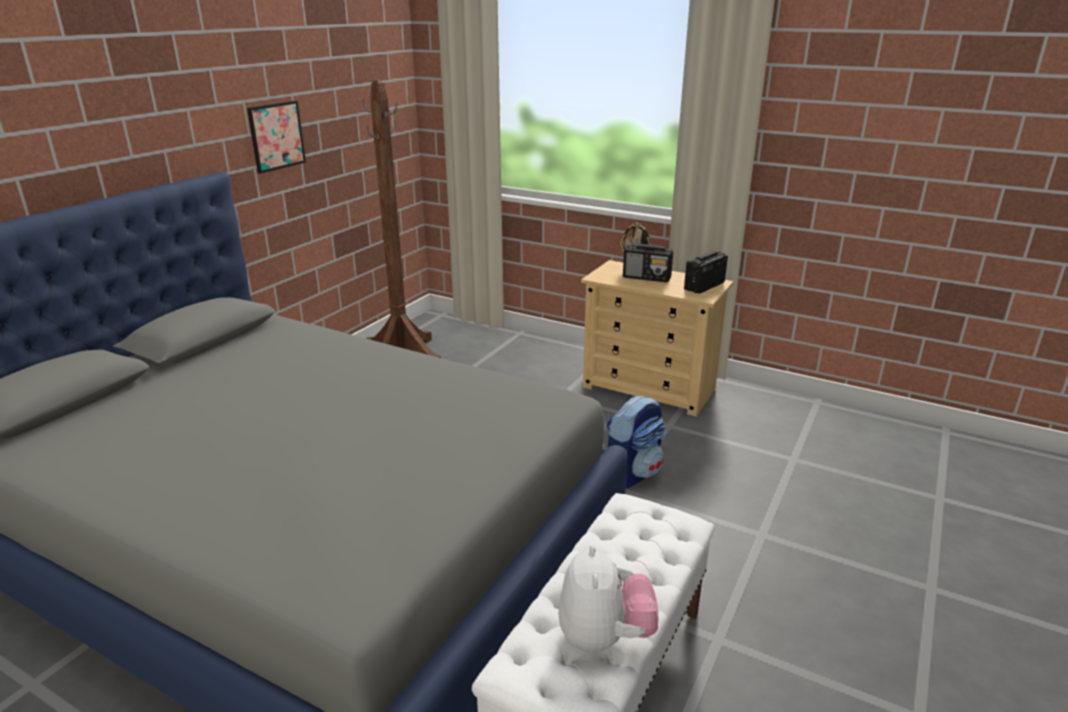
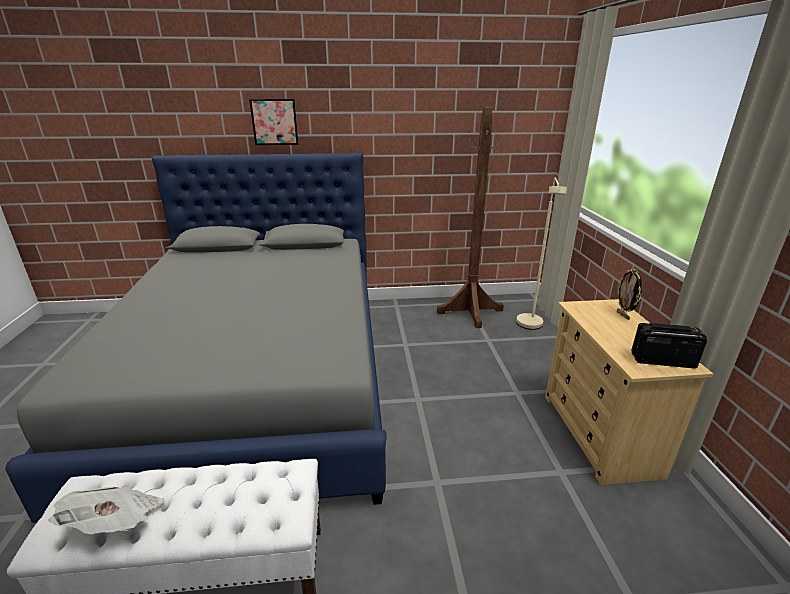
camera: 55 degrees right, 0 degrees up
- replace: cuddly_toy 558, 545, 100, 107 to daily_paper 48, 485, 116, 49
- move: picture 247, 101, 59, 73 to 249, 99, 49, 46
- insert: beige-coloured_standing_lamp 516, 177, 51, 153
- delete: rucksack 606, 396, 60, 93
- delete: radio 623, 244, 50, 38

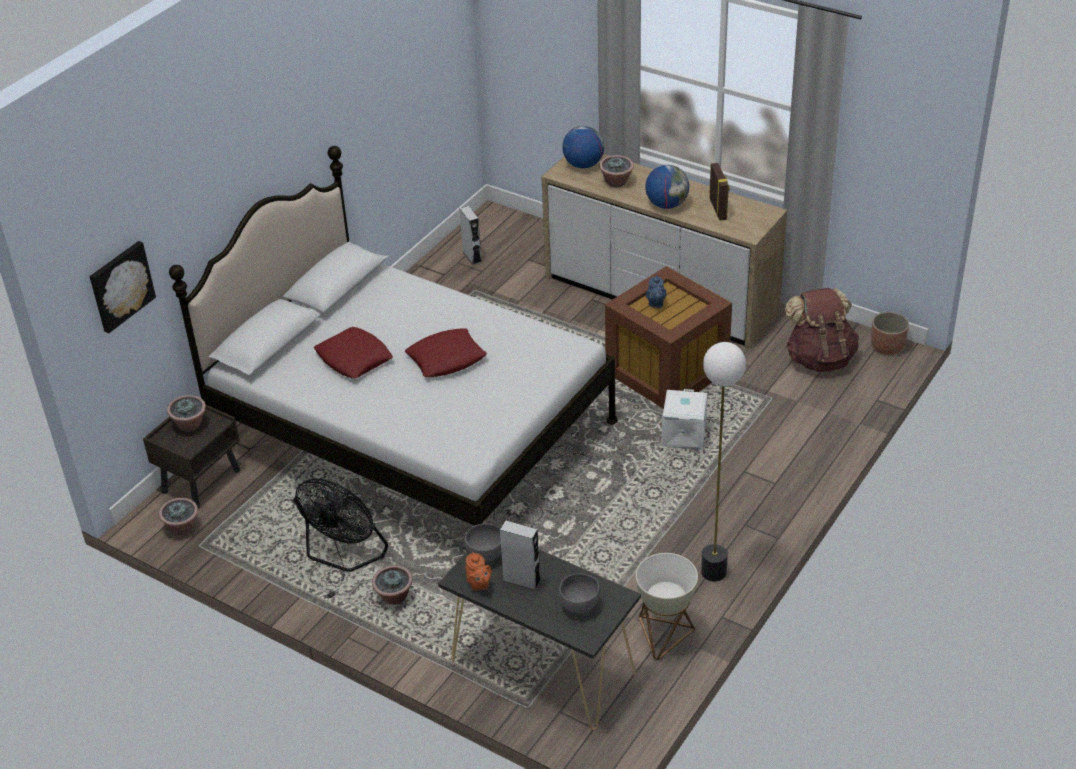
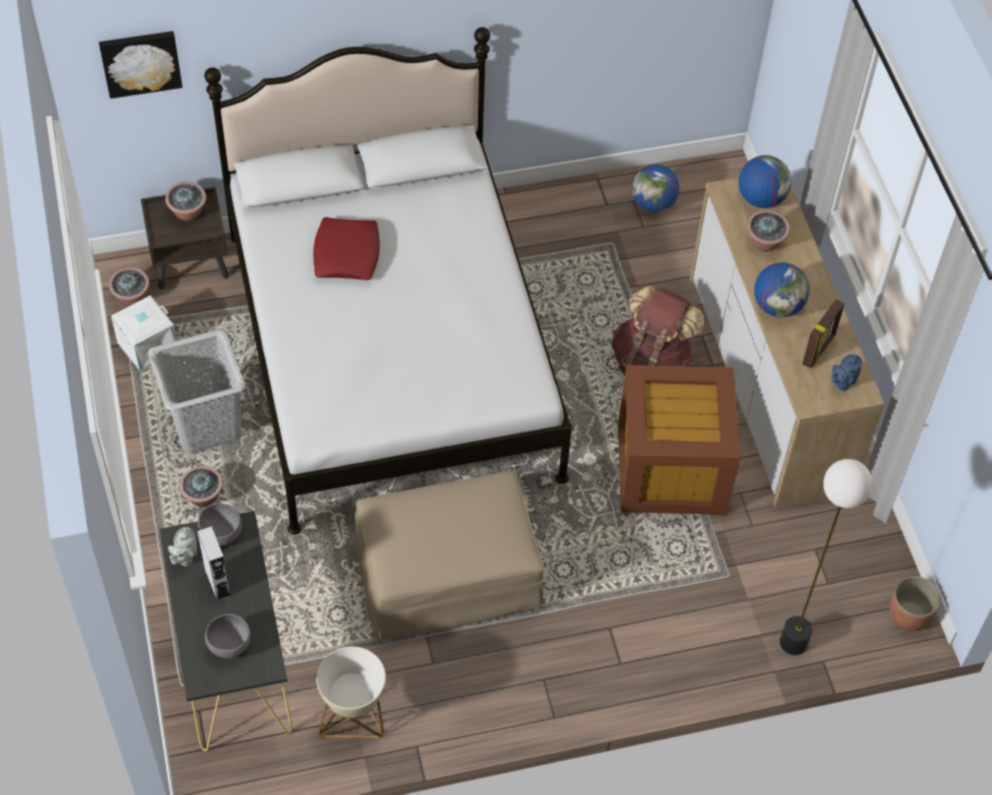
camera: 40 degrees right, 15 degrees up
- move: white-coloured_storage_container 662, 389, 45, 61 to 111, 295, 66, 76
- replace: blackish_fan 293, 479, 95, 119 to greyish_hamper 148, 329, 97, 125
- recolor: orange_pot_for_tea 465, 552, 27, 39 to greyish_pot_for_tea 168, 527, 29, 40
- insert: beige-coloured_footrest 355, 471, 189, 170
- move: brown-coloured_rucksack 785, 288, 74, 84 to 611, 285, 93, 89
- replace: greyish_speaker 459, 206, 23, 59 to desk_globe 632, 164, 48, 48
- move: standing_lamp 701, 342, 45, 240 to 780, 459, 93, 196
- move: blue_pot_for_tea 646, 275, 21, 33 to 832, 354, 30, 37
- delete: reddish_throw_pillow 405, 328, 82, 49

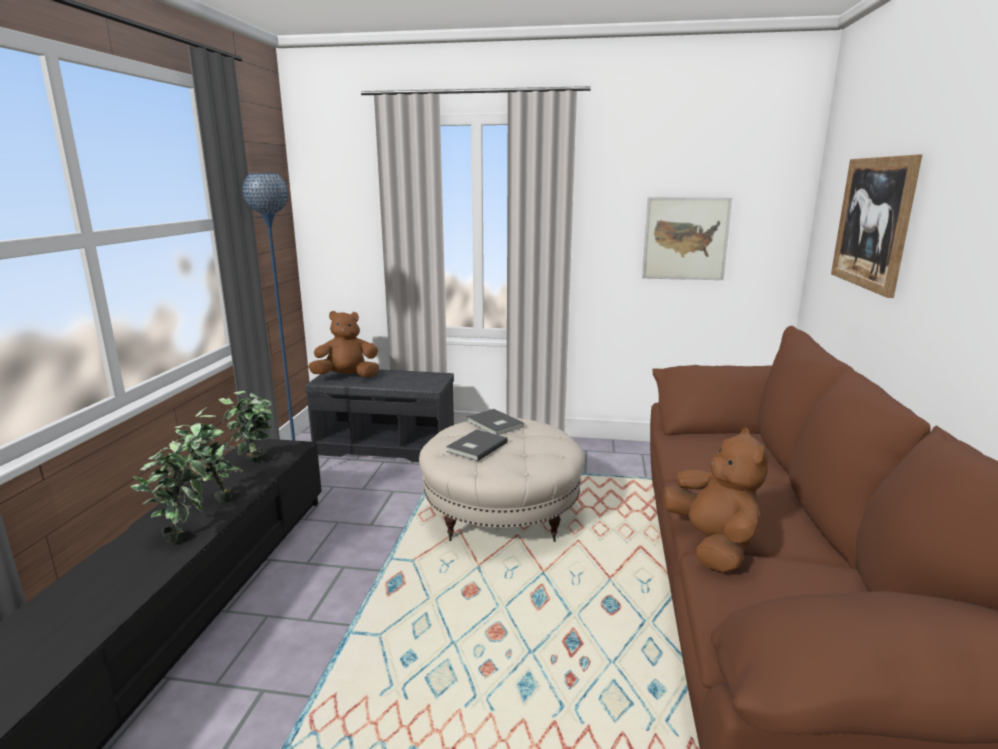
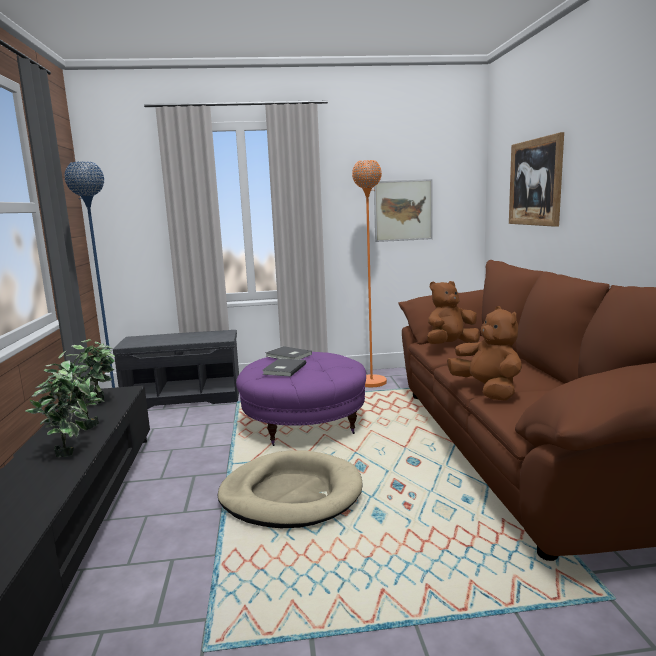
camera: 15 degrees left, 5 degrees down
- insert: beige-coloured_dog_bed 217, 451, 146, 77
- recolor: beige-coloured_footrest 419, 418, 166, 124 to purplish_footrest 236, 352, 130, 94
- insert: orange_standing_lamp 352, 160, 35, 227
- move: brown-coloured_cuddly_toy 308, 311, 71, 66 to 427, 281, 53, 63

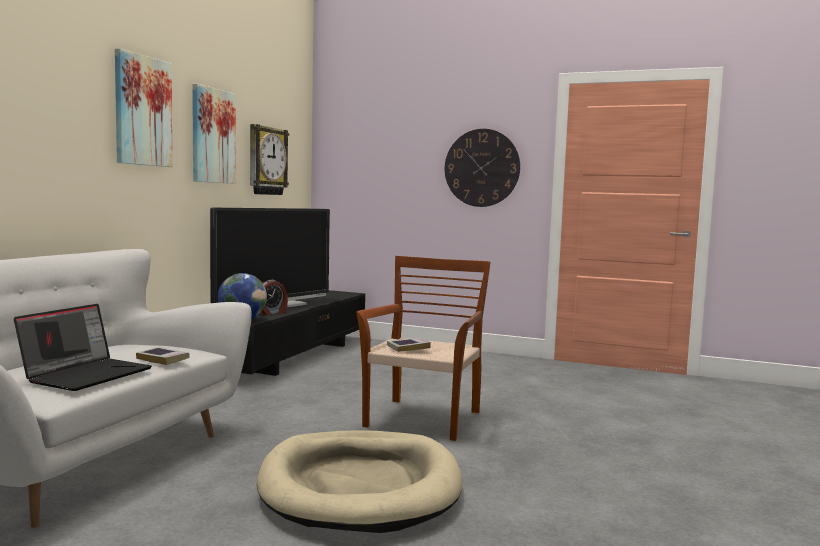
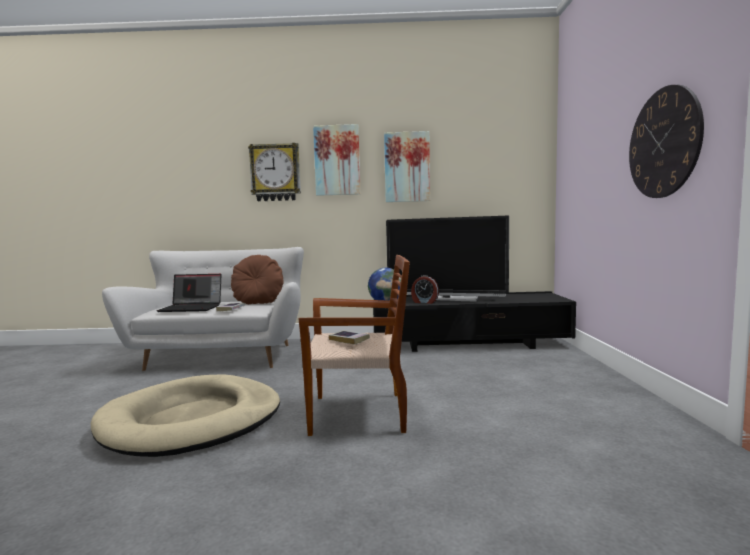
camera: 70 degrees right, 0 degrees up
- insert: brown-coloured_throw_pillow 231, 255, 53, 49
- move: wall_clock 250, 124, 39, 71 to 248, 143, 53, 58

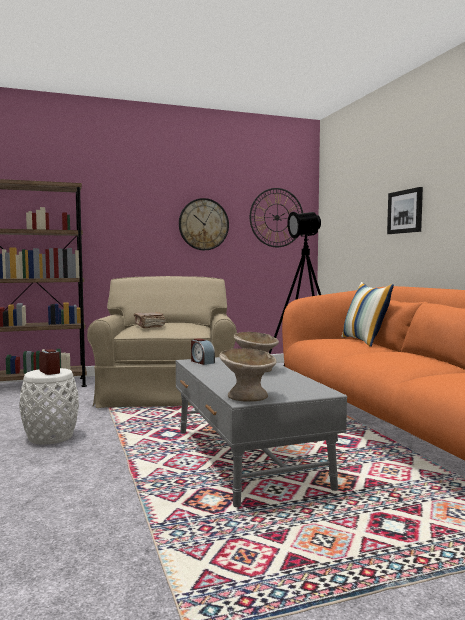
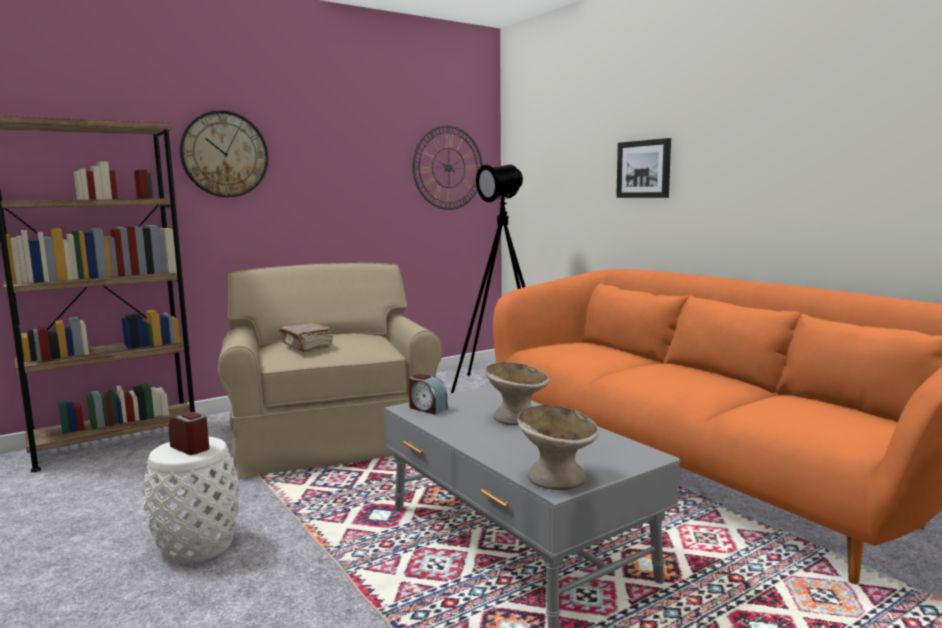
camera: 15 degrees left, 5 degrees up
- move: wall_clock 179, 198, 50, 52 to 180, 110, 88, 87
- delete: throw_pillow 341, 282, 53, 65

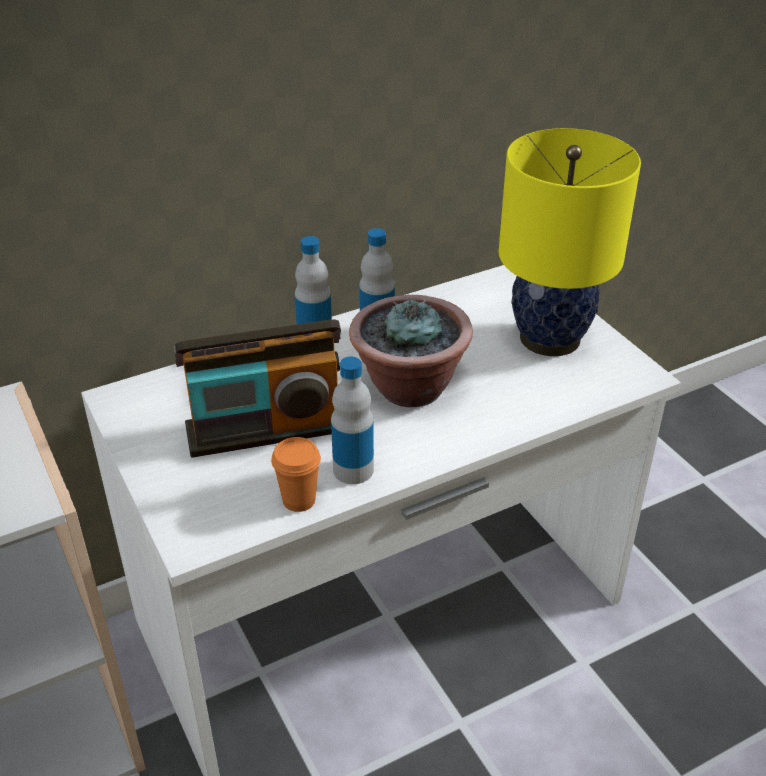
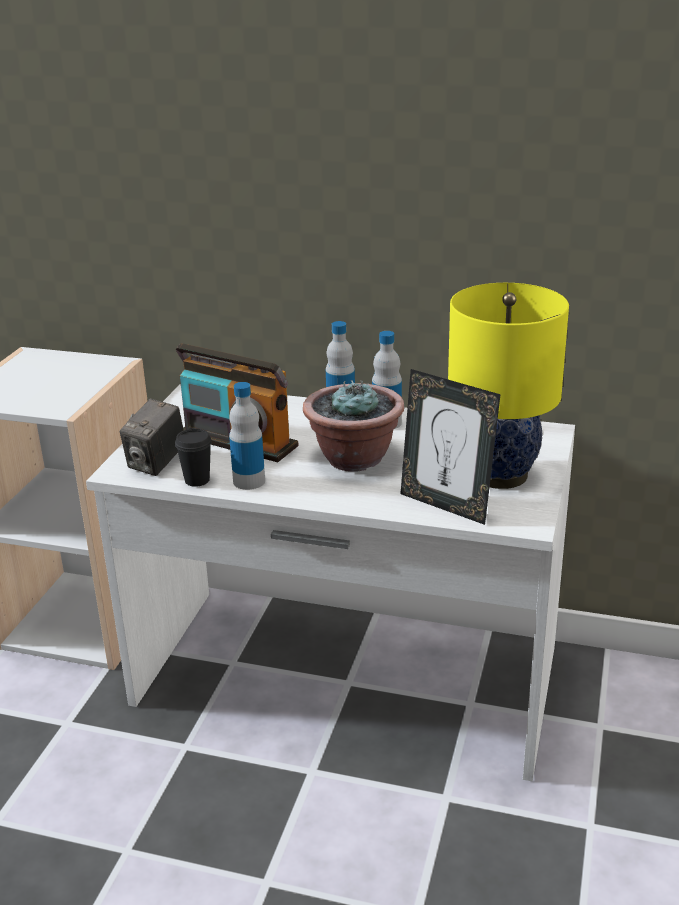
camera: 45 degrees right, 10 degrees down
- insert: still_camera 120, 399, 64, 77
- recolor: orange_small_cup 271, 437, 50, 75 to blackish_small_cup 175, 428, 37, 59
- insert: standing_frame 400, 369, 101, 156

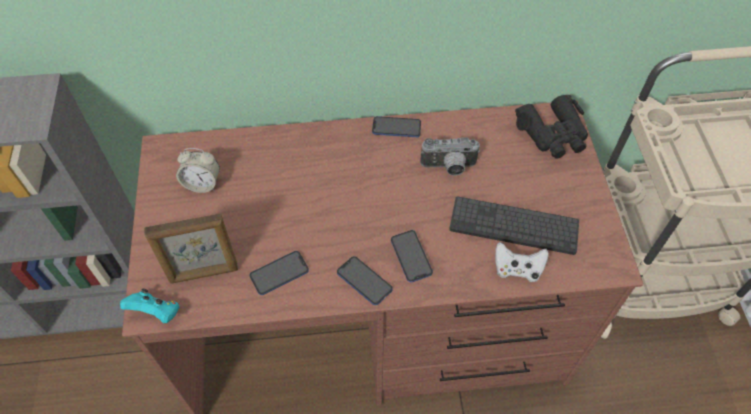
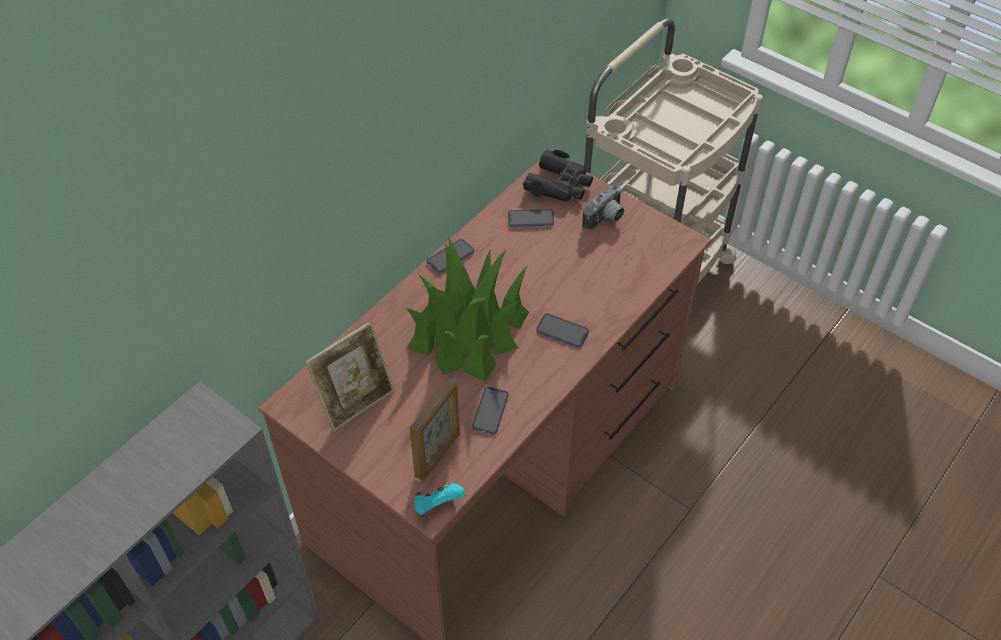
camera: 45 degrees left, 5 degrees down
- replace: table_clock 176, 148, 44, 45 to standing_frame 306, 321, 89, 110
- insert: plant_in_a_pot 404, 237, 125, 145
- move: telephone 337, 256, 56, 49 to 508, 209, 46, 18
- move: still_camera 420, 138, 60, 38 to 582, 184, 42, 47
- delete: keyboard 449, 197, 130, 58
- delete: white-coloured_joypad 495, 242, 53, 40

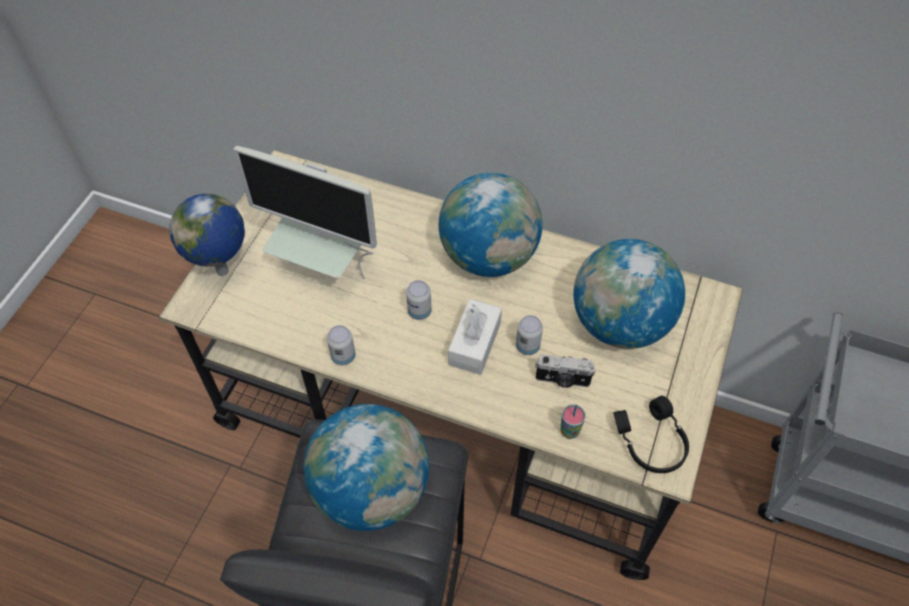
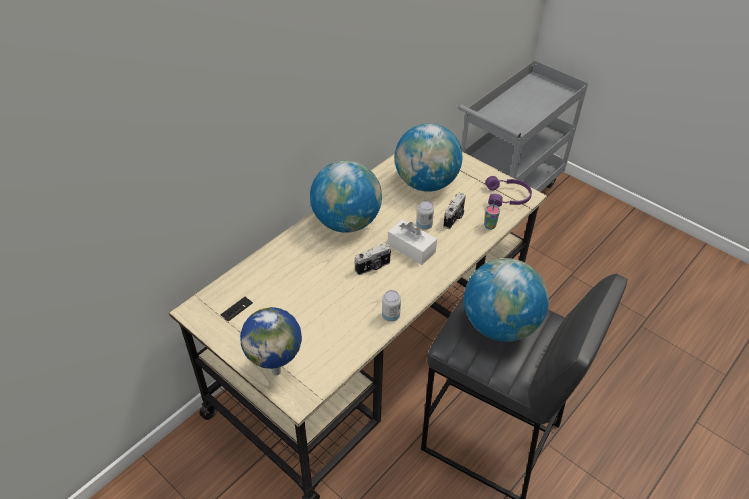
camera: 70 degrees left, 10 degrees down
- replace: can 406, 280, 26, 40 to still_camera 355, 243, 36, 32
- recolor: blackish_pair_of_headphones 613, 396, 76, 77 to purplish_pair_of_headphones 485, 176, 47, 31
- delete: monitor 233, 146, 144, 133

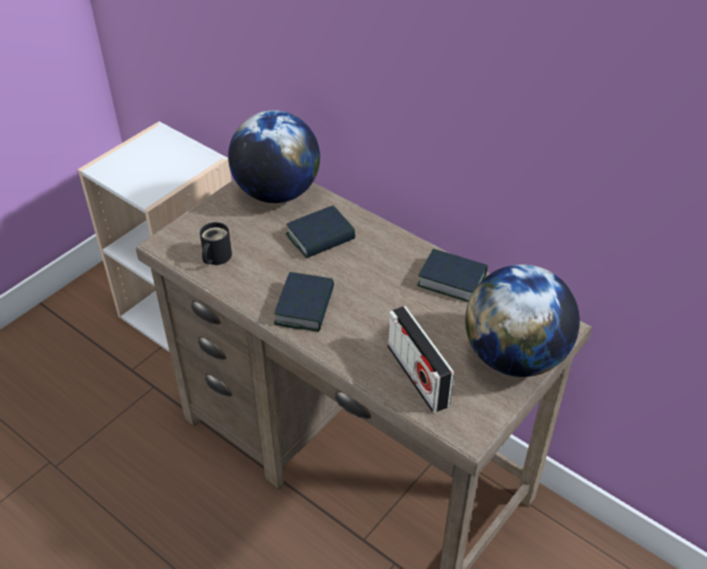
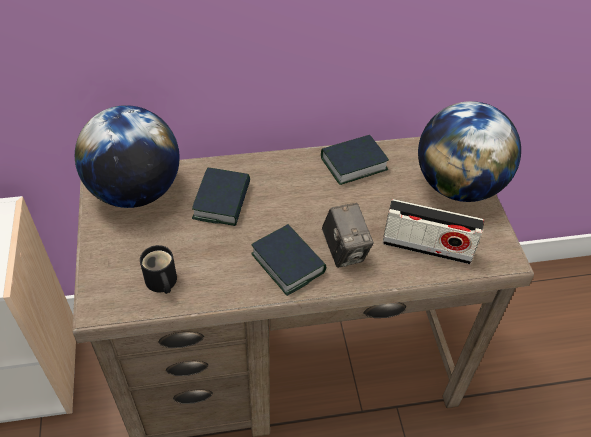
camera: 50 degrees left, 5 degrees up
- insert: still_camera 322, 203, 52, 65

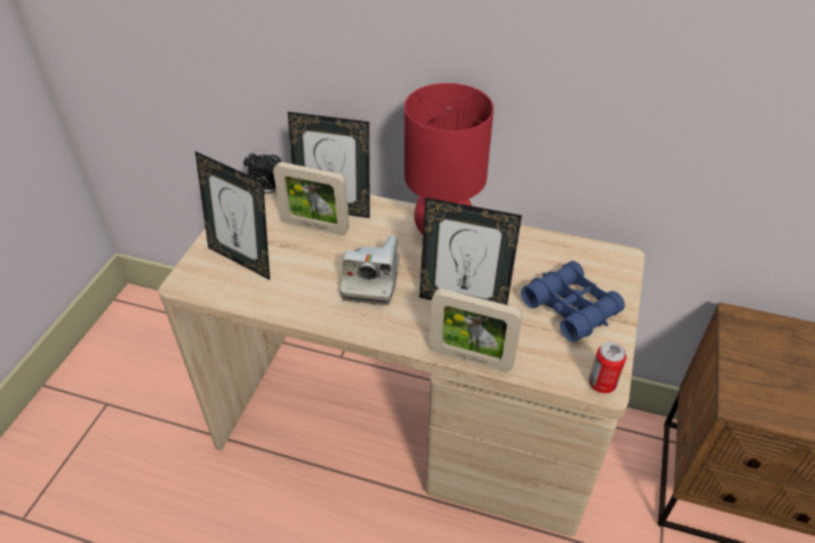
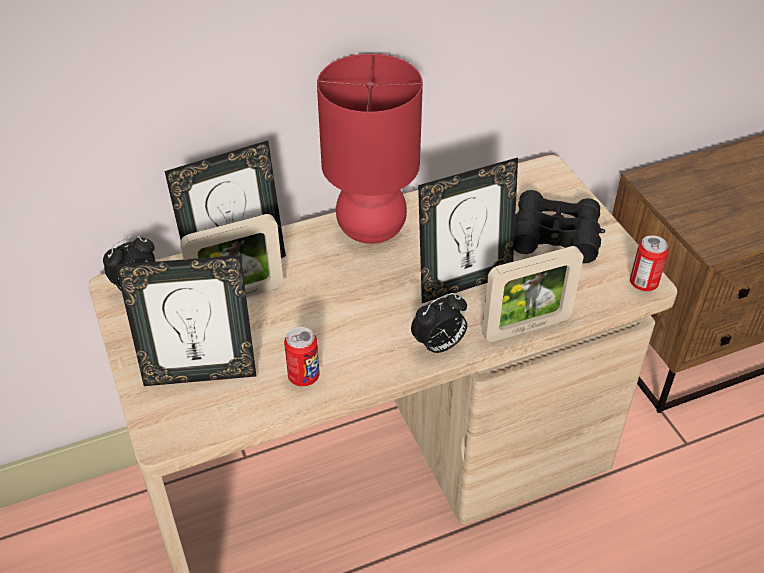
camera: 40 degrees left, 0 degrees up
- insert: can 284, 327, 36, 60
- insert: table_clock 411, 293, 56, 61
- recolor: blue_pair_of_binoculars 521, 261, 104, 81 to blackish_pair_of_binoculars 514, 190, 91, 74
- delete: still_camera 340, 236, 59, 69

